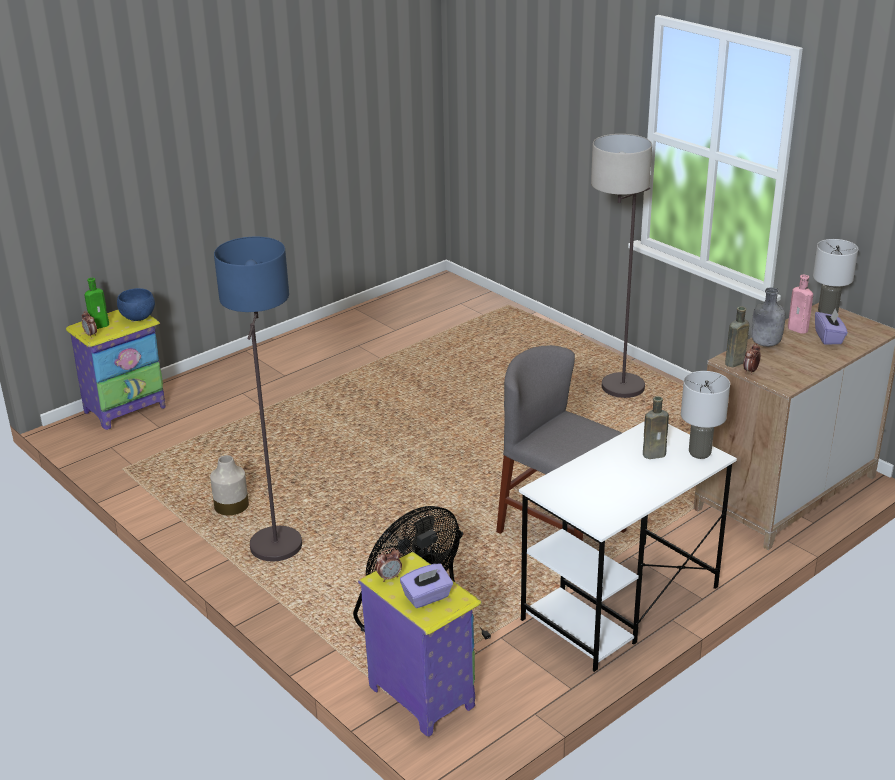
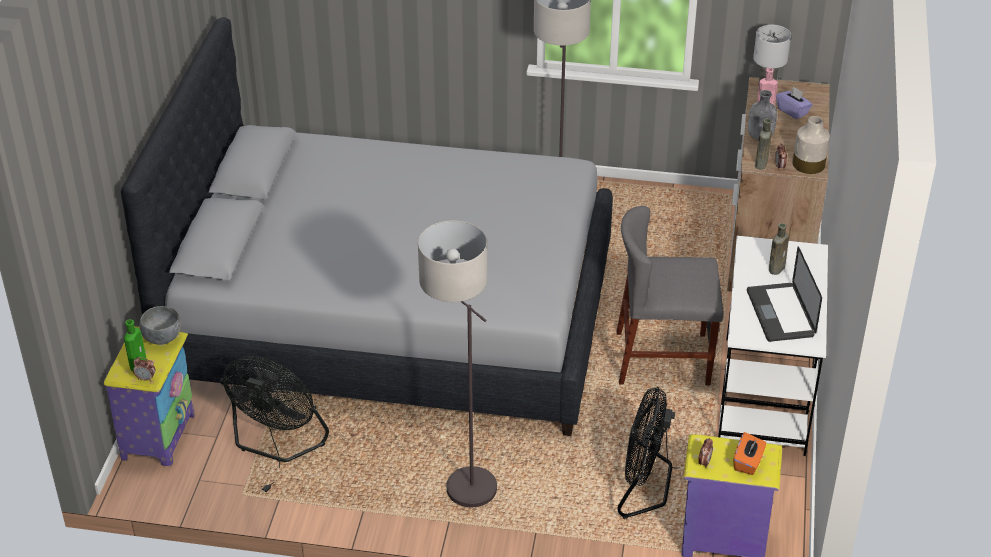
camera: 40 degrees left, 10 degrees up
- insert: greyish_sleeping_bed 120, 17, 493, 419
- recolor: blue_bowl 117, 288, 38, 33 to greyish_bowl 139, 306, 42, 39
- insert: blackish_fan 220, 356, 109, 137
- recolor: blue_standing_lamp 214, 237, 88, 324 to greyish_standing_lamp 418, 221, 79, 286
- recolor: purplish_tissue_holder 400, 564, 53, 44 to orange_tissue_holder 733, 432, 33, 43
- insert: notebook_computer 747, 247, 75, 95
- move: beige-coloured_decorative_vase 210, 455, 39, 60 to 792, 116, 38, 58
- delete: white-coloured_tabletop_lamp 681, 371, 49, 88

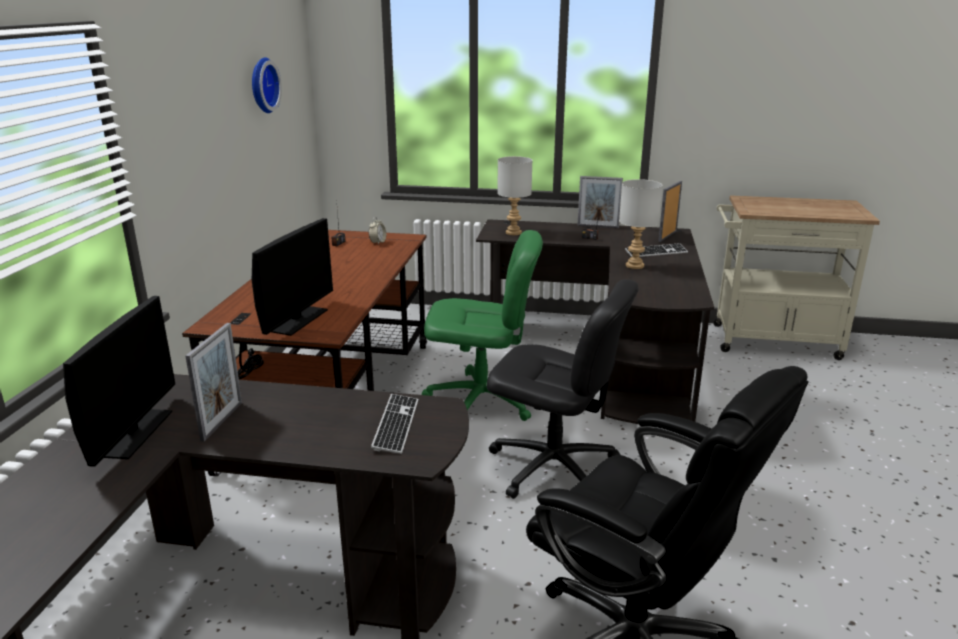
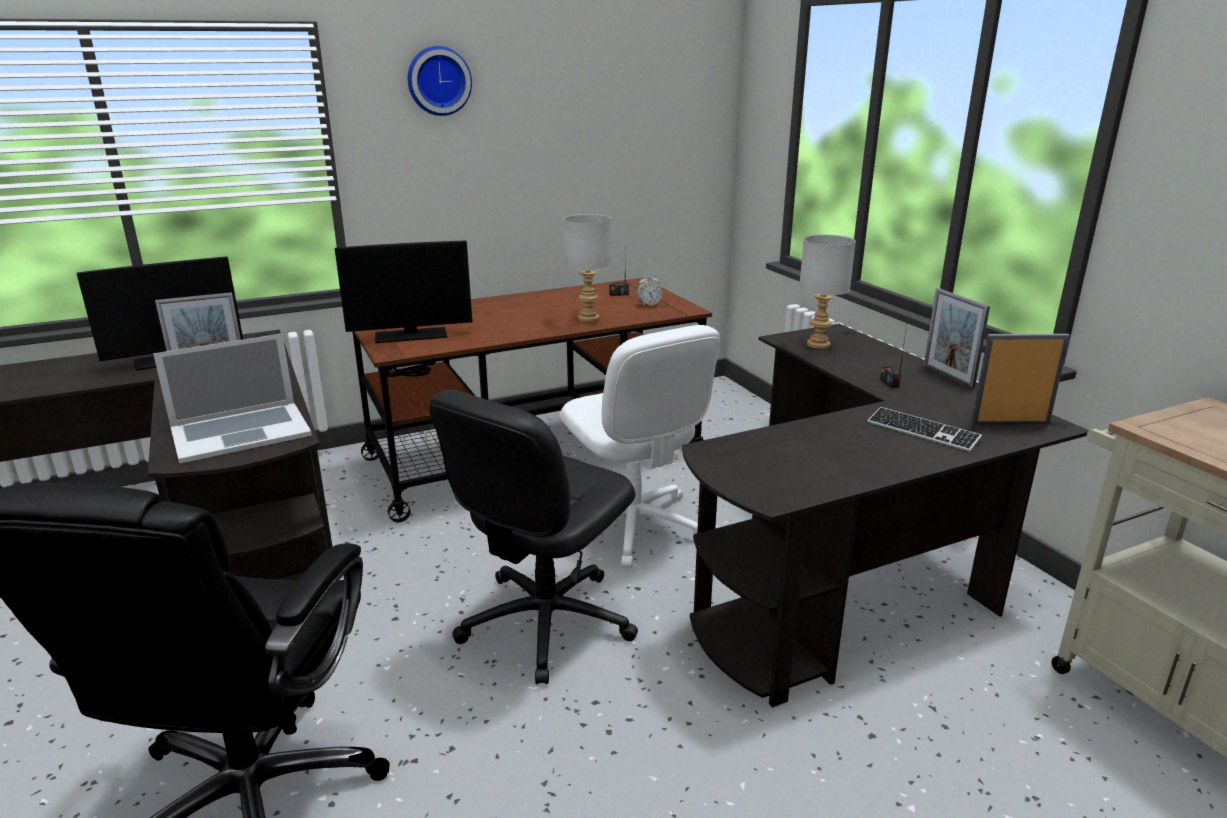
camera: 55 degrees right, 0 degrees up
- replace: keyboard 371, 394, 47, 60 to notebook_computer 153, 334, 159, 130
- move: wall_clock 252, 58, 30, 55 to 408, 46, 64, 70
- rotate: blackish_desk_chair 487, 279, 152, 220 = 430, 390, 208, 294 45 degrees clockwise
- recolor: green_desk_chair 422, 230, 121, 191 to white-coloured_desk_chair 560, 325, 160, 243
- move: greyish_tabletop_lamp 619, 179, 43, 90 to 563, 214, 48, 108

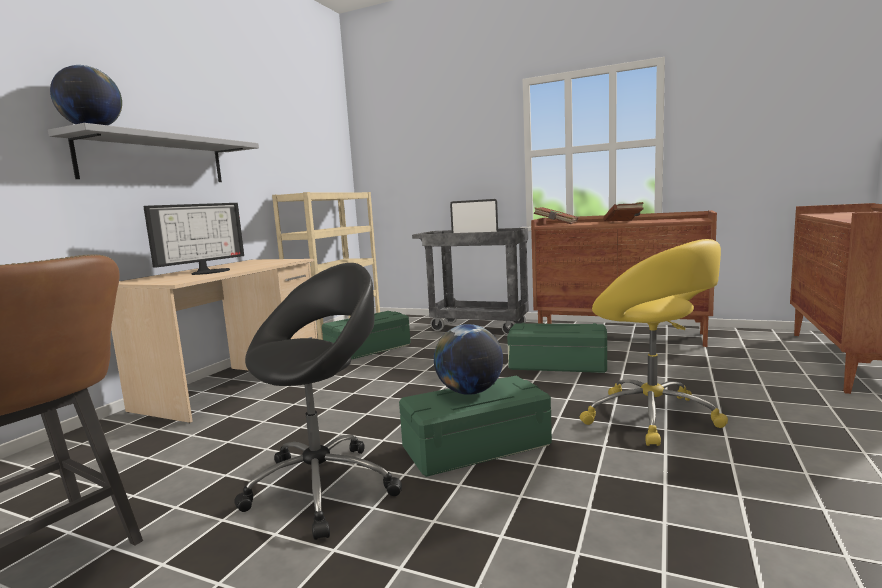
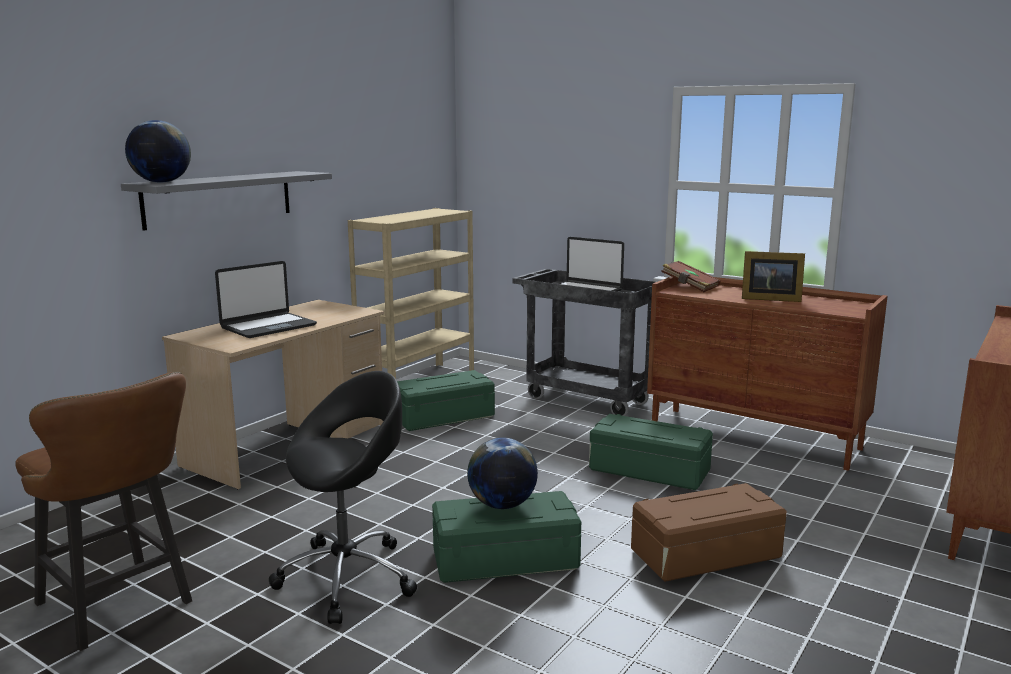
camera: 10 degrees right, 5 degrees up
- replace: monitor 143, 203, 101, 72 to notebook_computer 215, 261, 102, 77
- replace: yellowish_desk_chair 580, 239, 148, 207 to brown-coloured_storage_container 631, 483, 156, 99
- replace: brown-coloured_book 603, 202, 41, 19 to standing_frame 742, 251, 63, 51

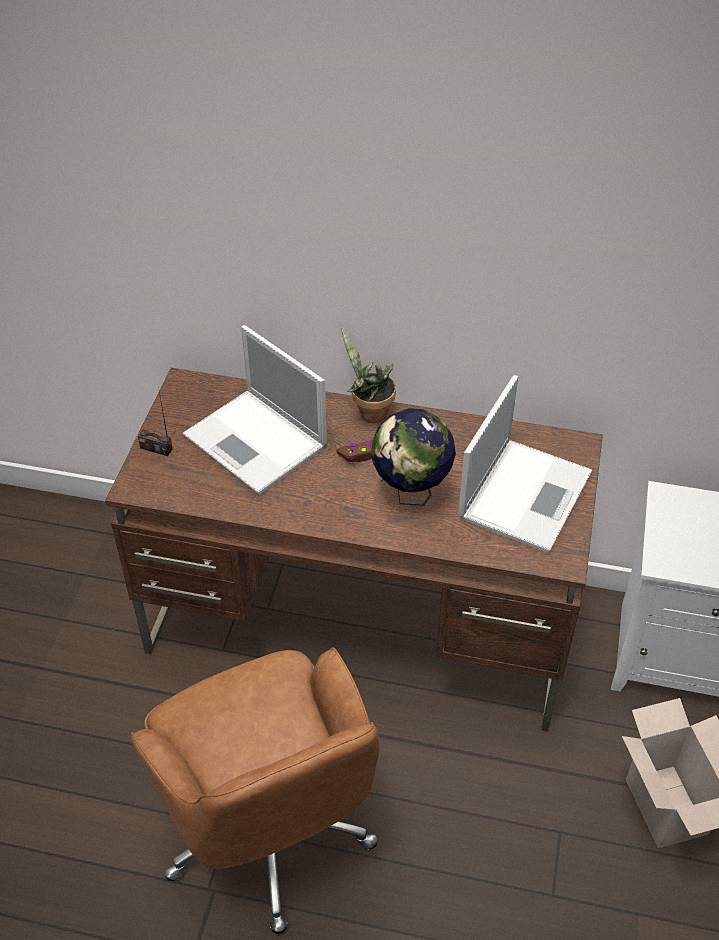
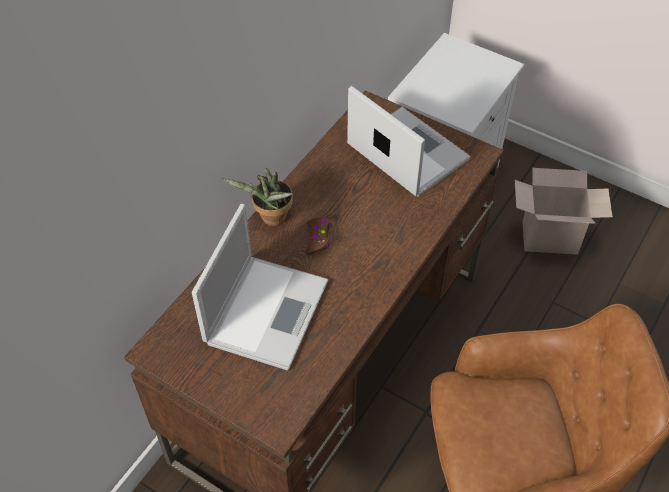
camera: 70 degrees left, 5 degrees up
- rotate: notebook_computer 183, 325, 144, 170 = 192, 204, 136, 166 45 degrees counterclockwise
- delete: radio 138, 392, 35, 64
- delete: desk_globe 371, 408, 85, 98

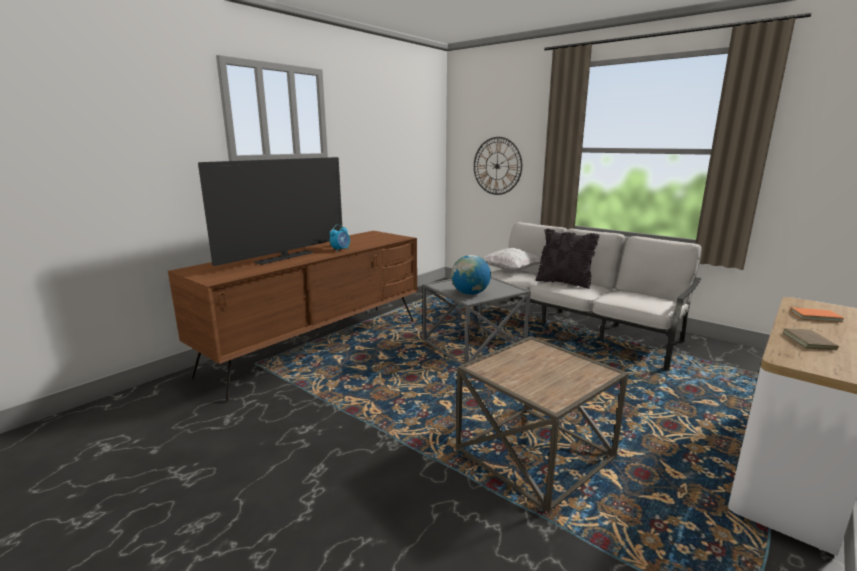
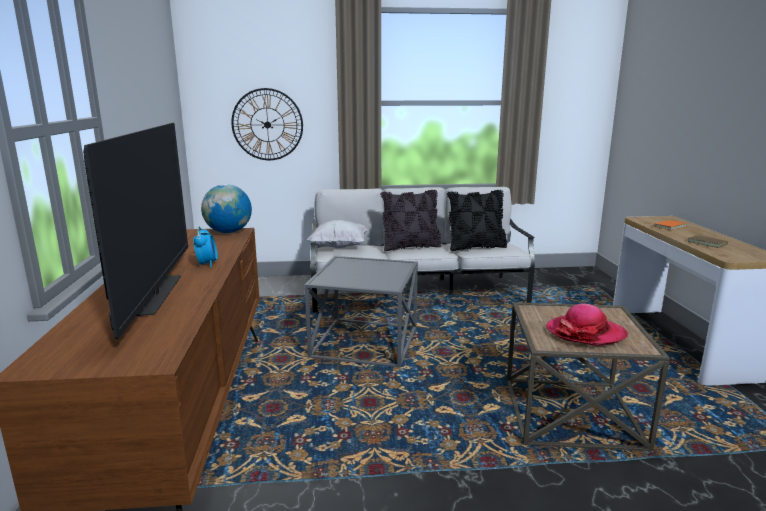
camera: 45 degrees left, 0 degrees up
- move: desk_globe 451, 255, 40, 40 to 201, 184, 51, 49
- insert: blackish_throw_pillow 447, 190, 60, 61
- insert: clothing_hat 546, 303, 82, 43

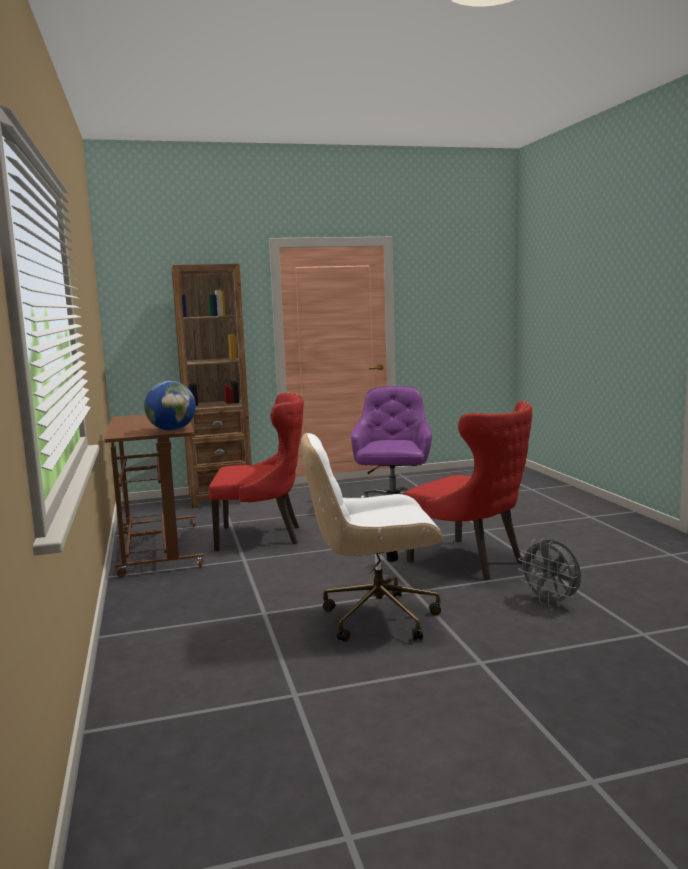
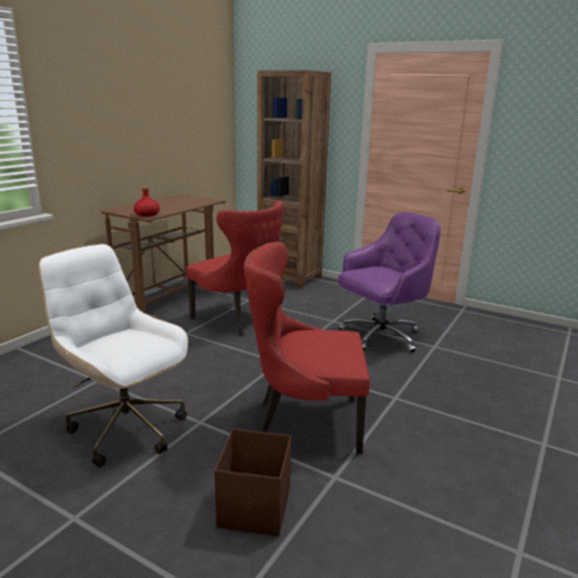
camera: 45 degrees right, 10 degrees up
- replace: desk_globe 144, 381, 52, 50 to reddish_bottle 134, 187, 26, 29
- replace: greyish_fan 518, 538, 63, 69 to brown-coloured_storage_container 214, 429, 77, 107
- rotate: reddish_plain_chair 404, 401, 128, 179 = 244, 242, 126, 212 90 degrees clockwise

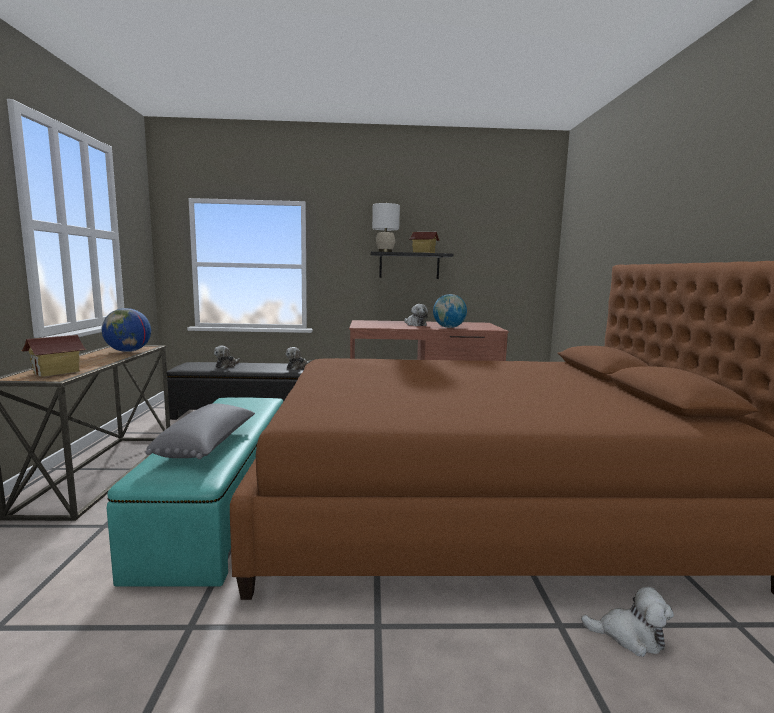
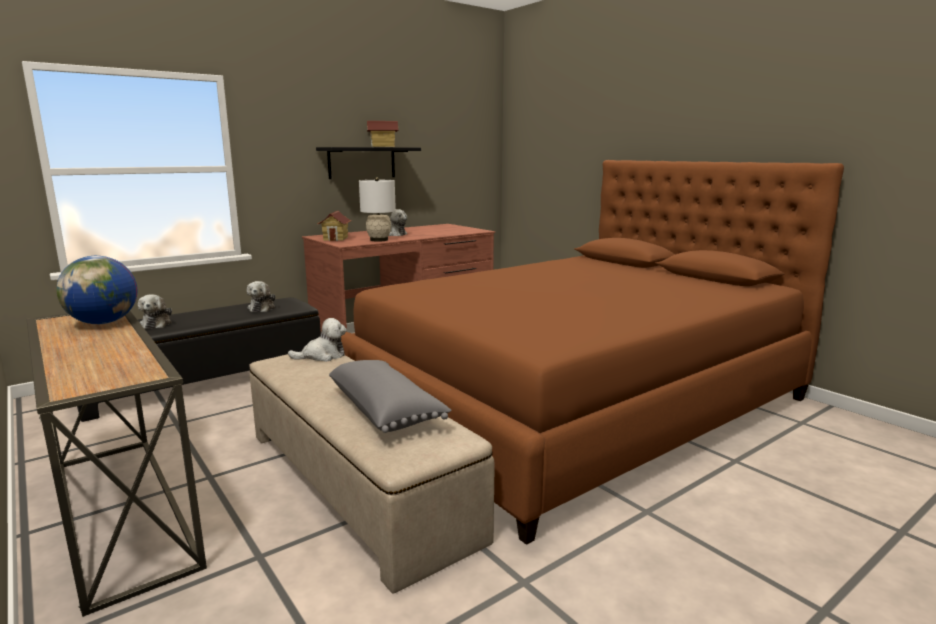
camera: 35 degrees left, 5 degrees up
- recolor: blue-green_indoor_bench 107, 397, 176, 190 to beige-coloured_indoor_bench 249, 354, 246, 240
- move: cuddly_toy 581, 587, 93, 70 to 288, 318, 59, 44
- move: model_house 21, 335, 66, 42 to 317, 211, 35, 30
- move: white-coloured_tabletop_lamp 372, 203, 28, 49 to 359, 177, 37, 65
- delete: desk_globe 433, 294, 34, 34

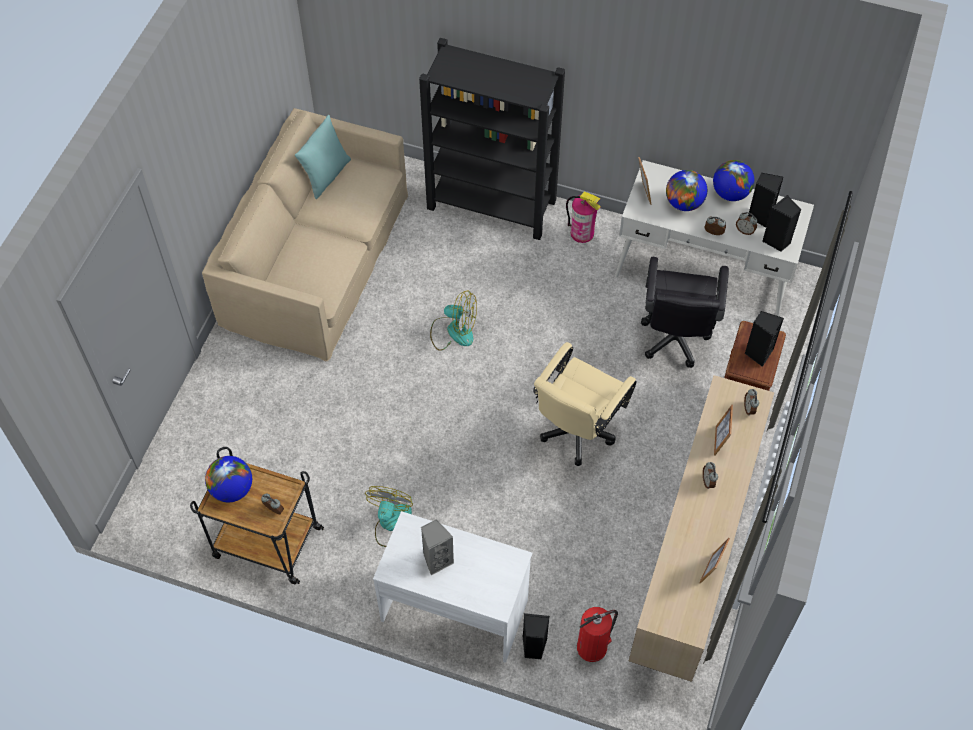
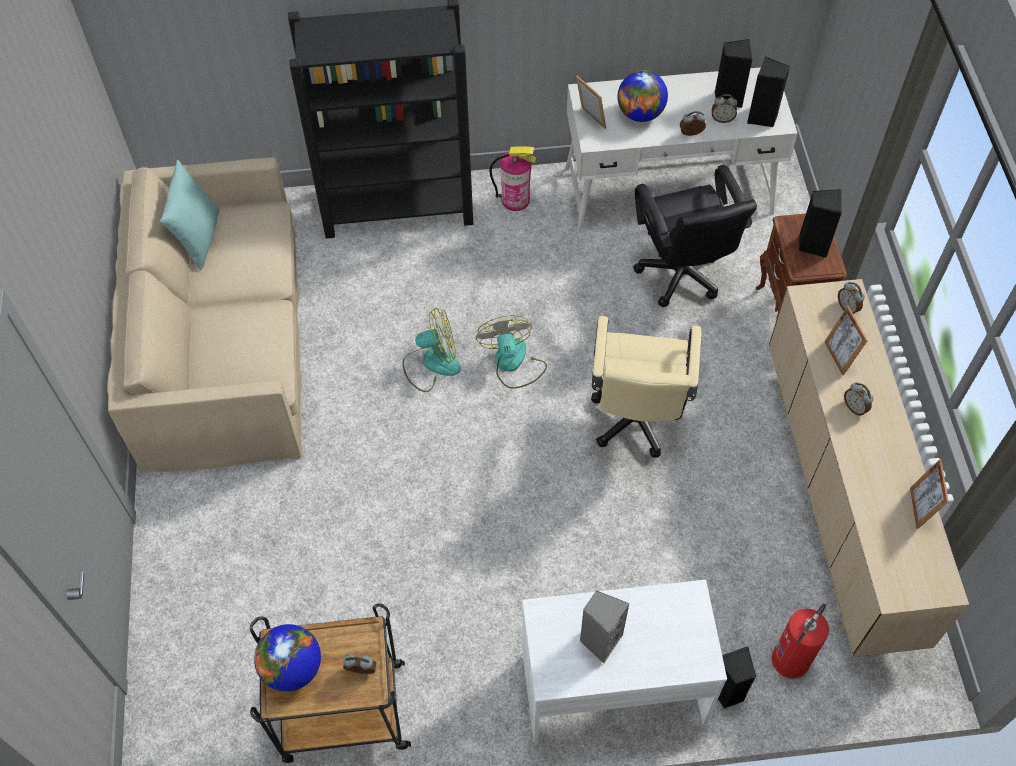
camera: 25 degrees left, 0 degrees up
- move: fan 365, 486, 48, 61 to 476, 315, 71, 74
- delete: desk_globe 713, 160, 42, 41

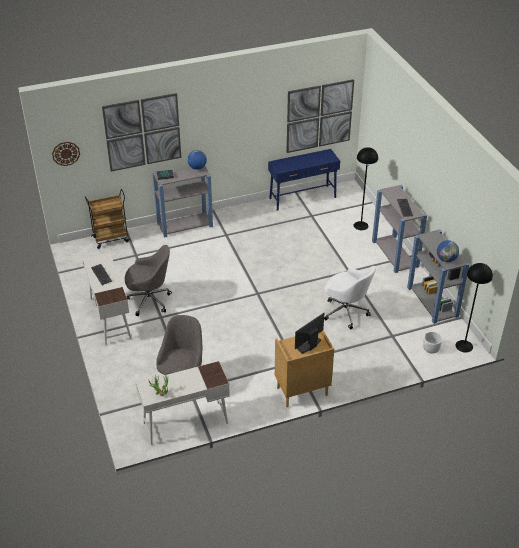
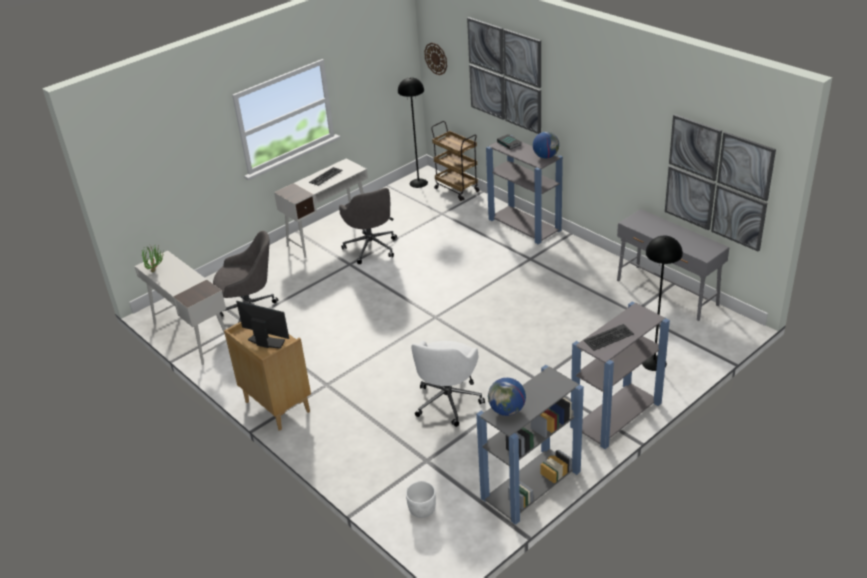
camera: 70 degrees right, 5 degrees down
- move: blackish_standing_lamp 456, 263, 37, 90 to 398, 77, 30, 111
- recolor: blue_narrow_table 268, 149, 72, 62 to greyish_narrow_table 617, 209, 112, 112

